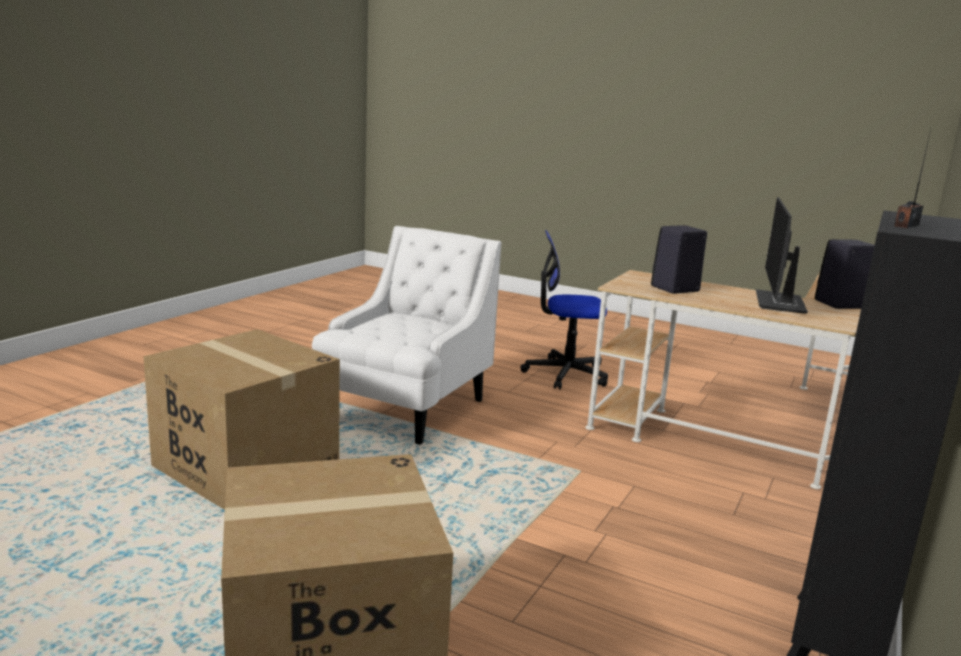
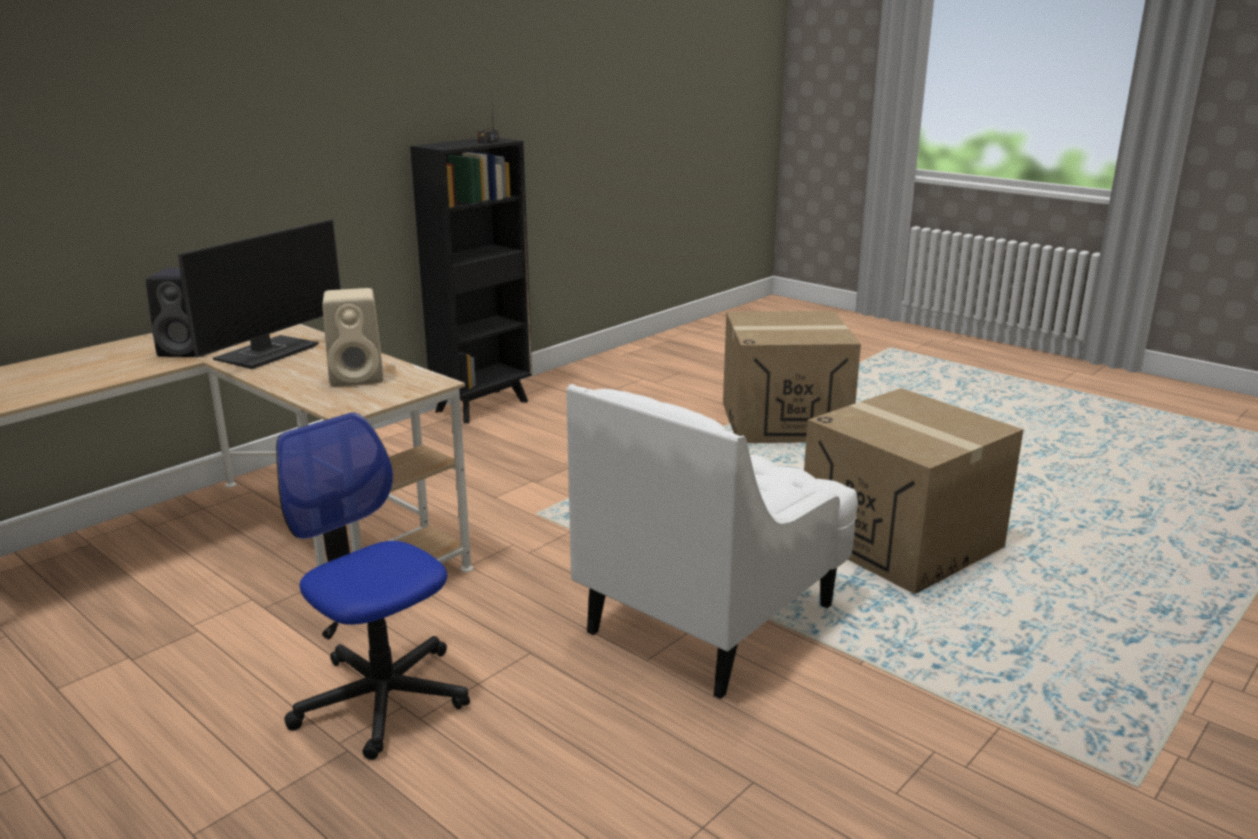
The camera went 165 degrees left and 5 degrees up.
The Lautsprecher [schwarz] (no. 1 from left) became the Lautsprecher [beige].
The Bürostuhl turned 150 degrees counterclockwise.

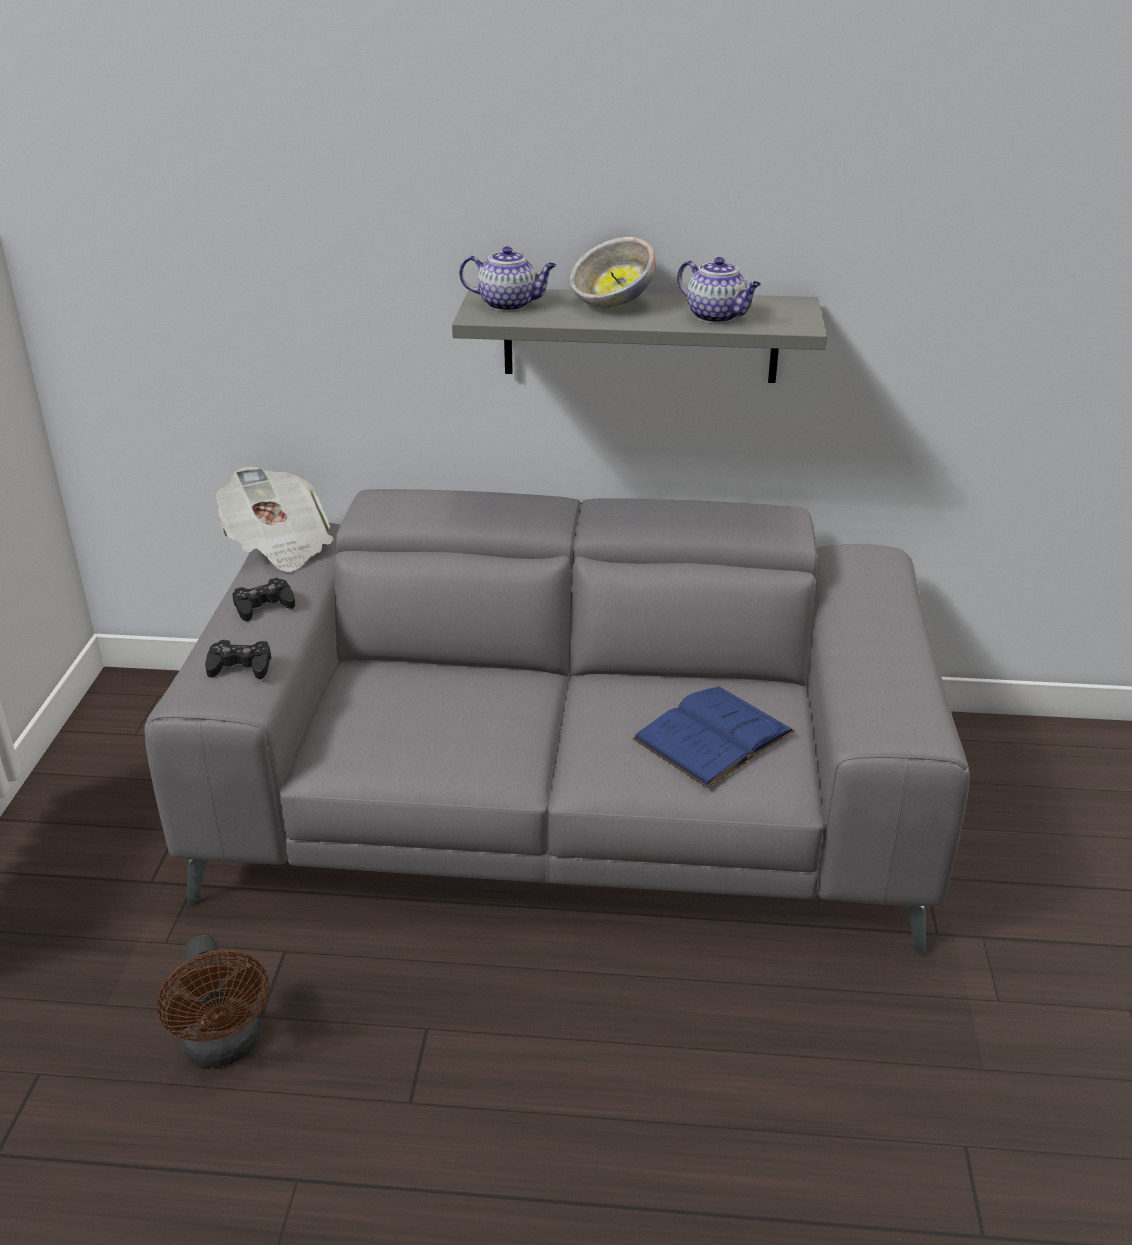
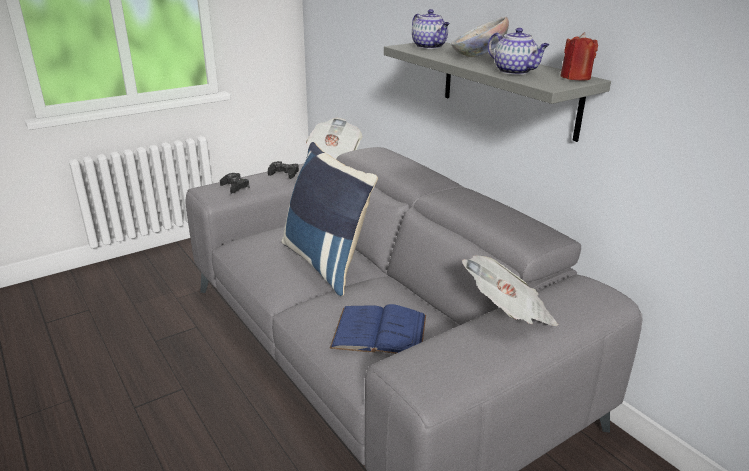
The camera went 50 degrees right and 5 degrees down.
The Ventilator [braun] disappeared.
The Kissen [blau] appeared.
The Zeitung (no. 2 from left) appeared.
The Kerze [rot] appeared.
The Teekanne (no. 2 from left) turned 45 degrees counterclockwise.

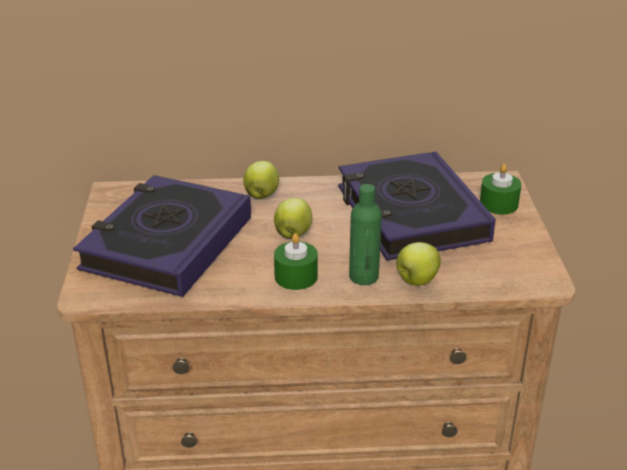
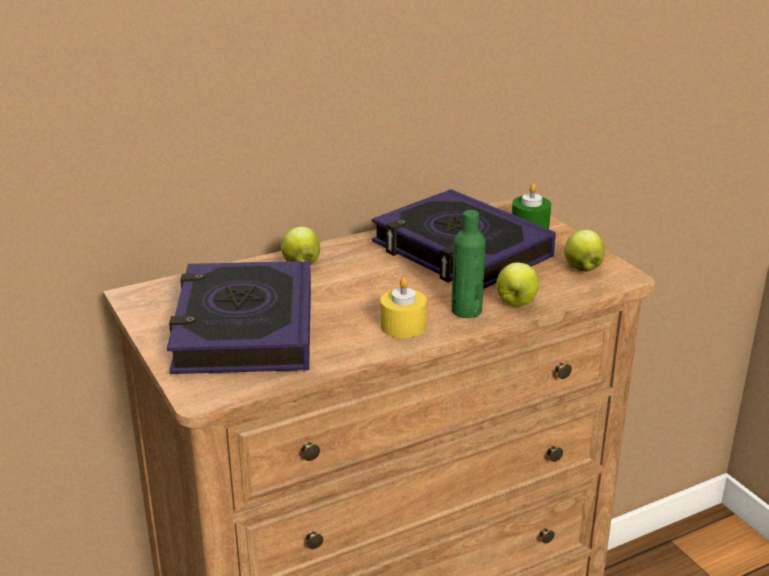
The camera went 25 degrees left and 5 degrees down.
The Apfel (no. 2 from left in the first image) moved.
The Kerze [grün] (no. 1 from left) became the Kerze [gelb].

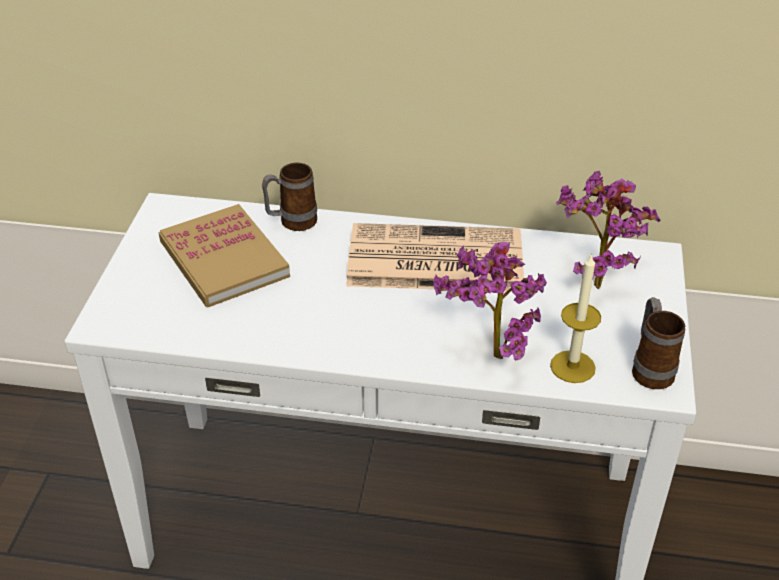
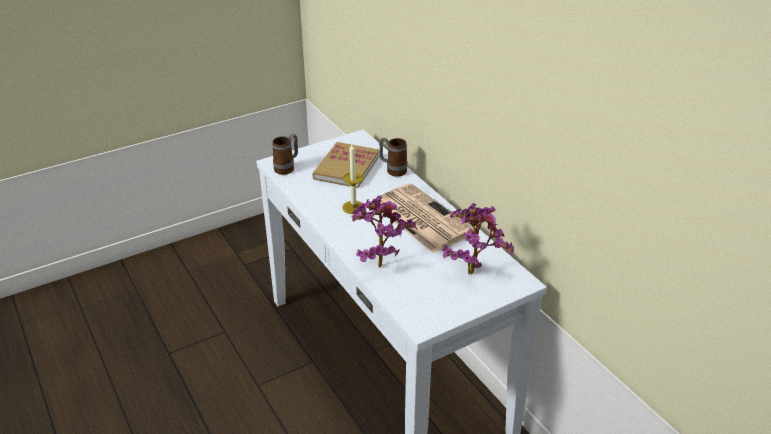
The camera went 50 degrees right and 5 degrees down.
The Kerze moved.
The Henkelbecher (no. 2 from left in the first image) moved.

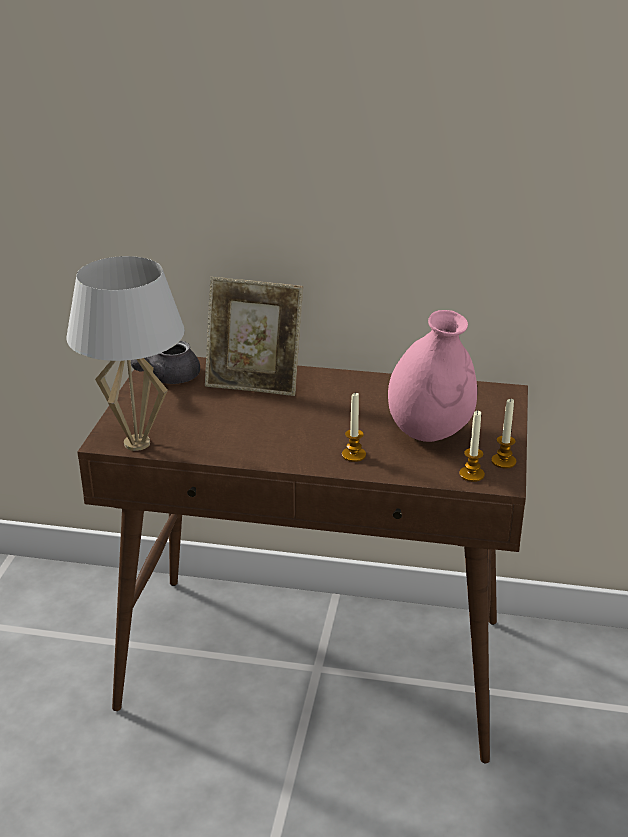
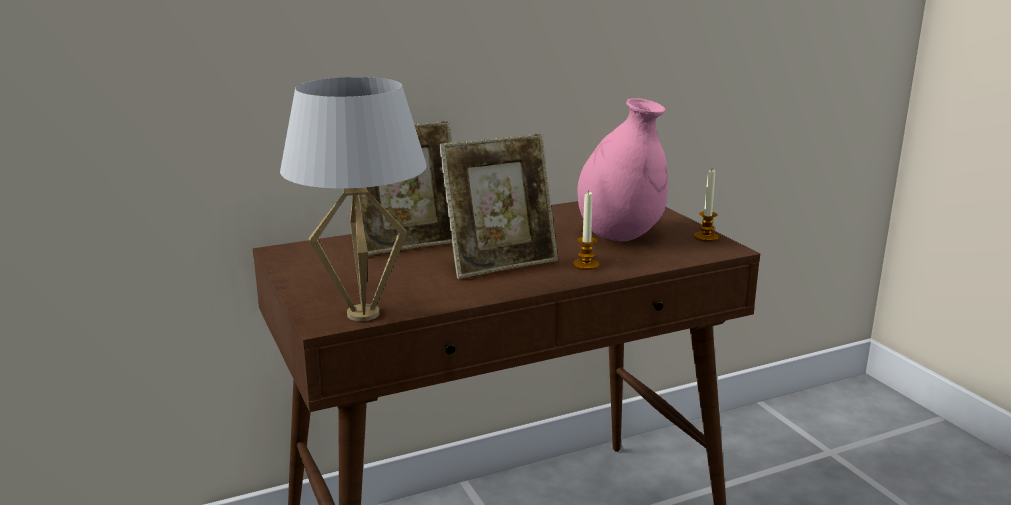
The camera went 35 degrees left and 10 degrees down.
The Teekanne [grau] disappeared.
The Kerze (no. 2 from left) disappeared.
The Bilderrahmen (no. 2 from left) appeared.

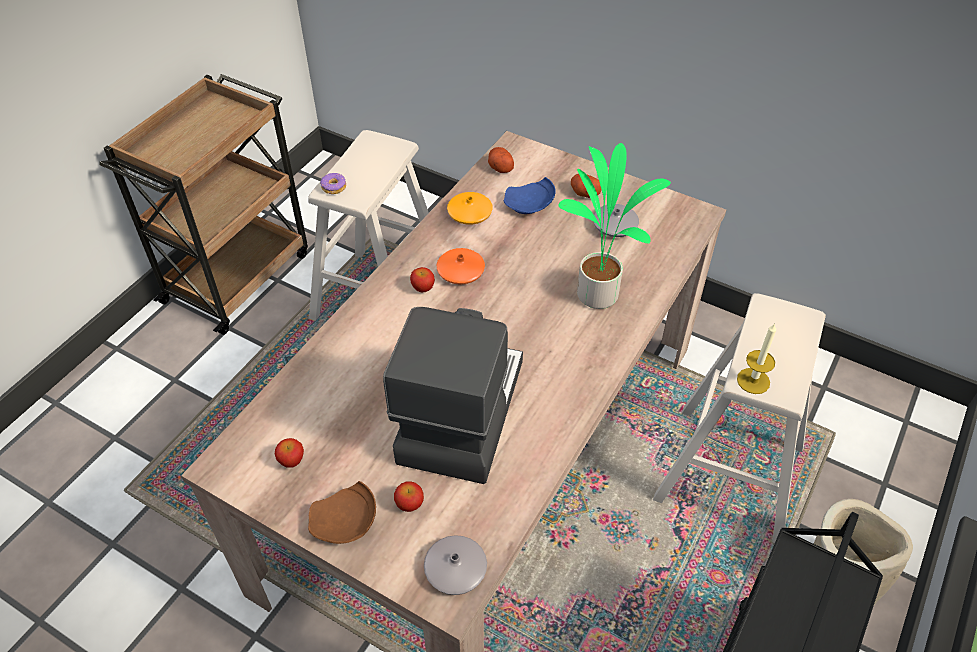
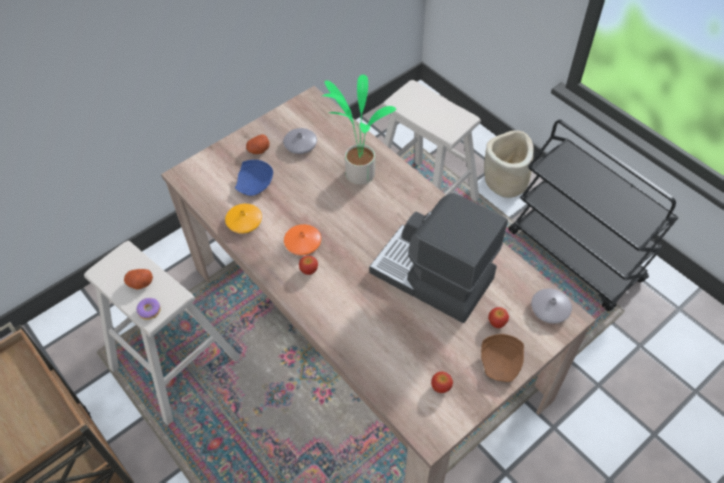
The camera went 70 degrees left and 5 degrees up.
The Kerze disappeared.
The Kartoffel (no. 1 from left) moved.

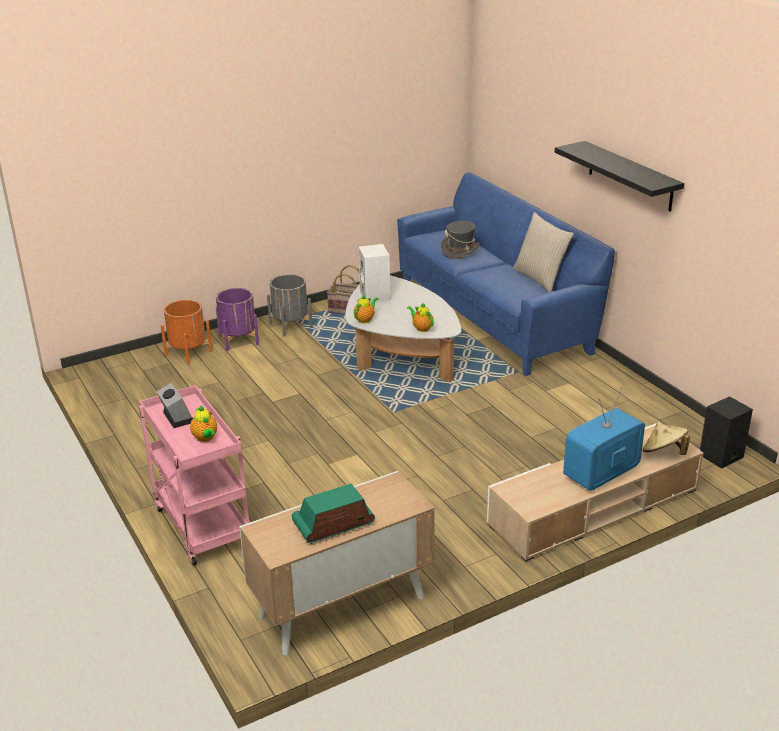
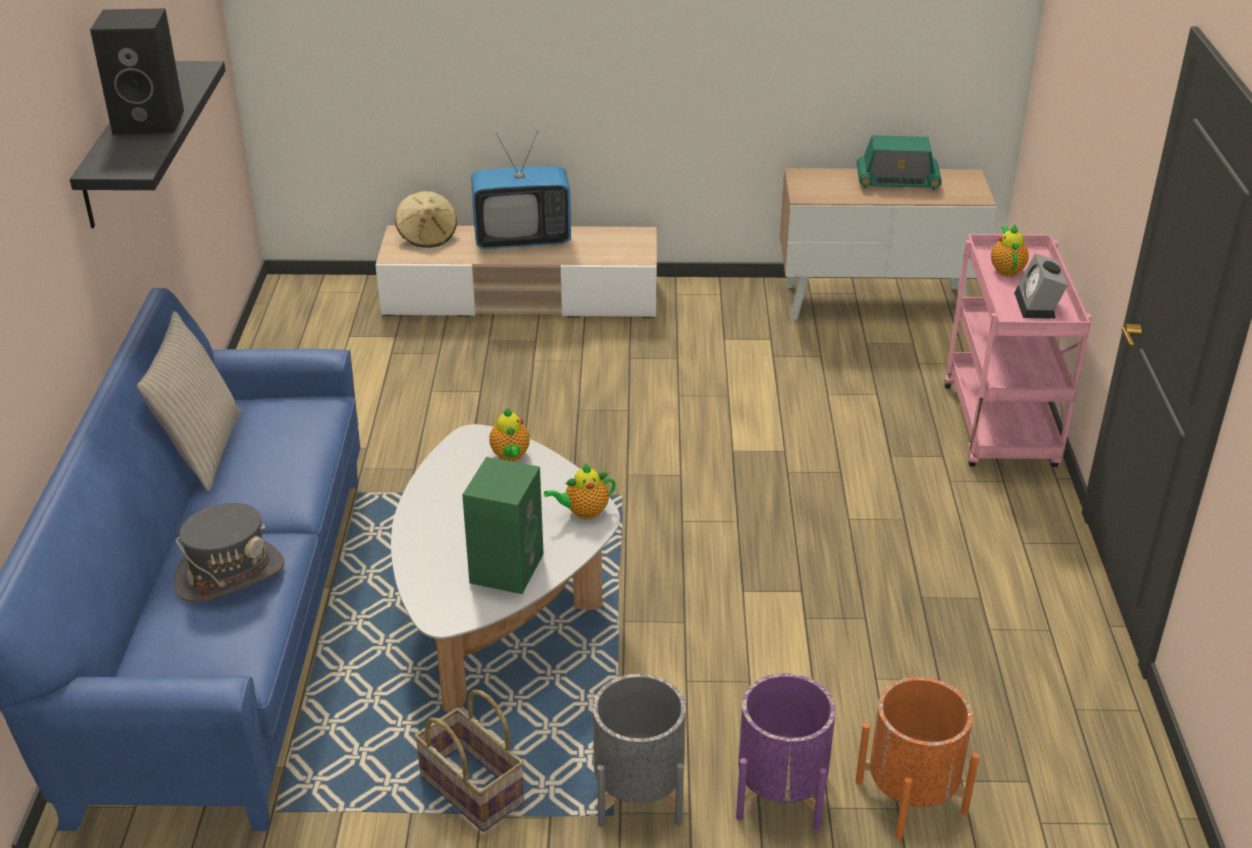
The camera went 150 degrees left and 5 degrees up.
The Lautsprecher [schwarz] moved.
The Lautsprecher [weiß] became the Lautsprecher [grün].

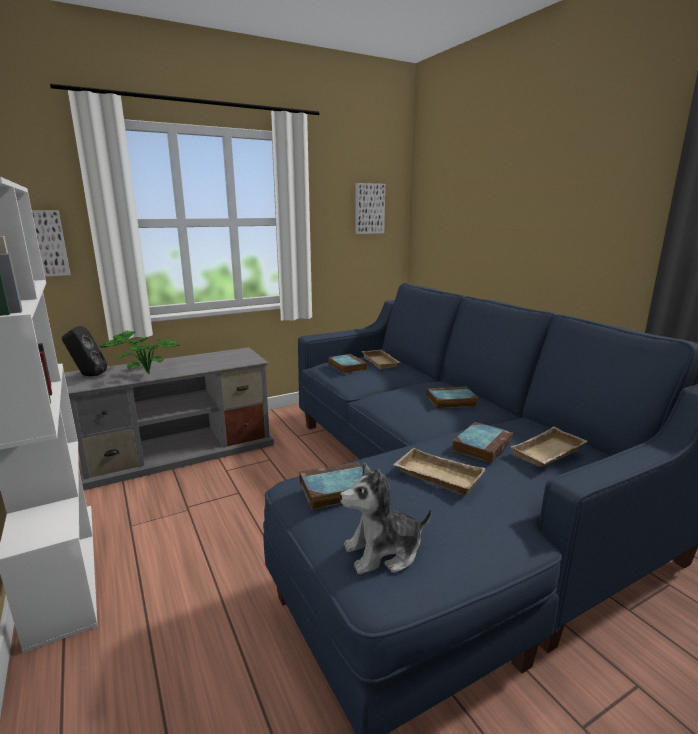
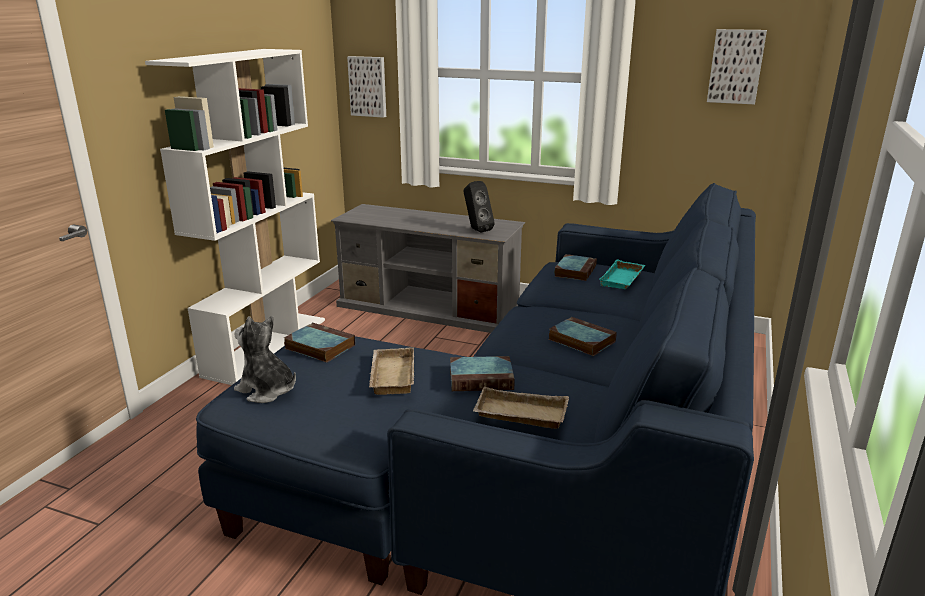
The camera went 50 degrees right and 5 degrees up.
The Topfpflanze disappeared.
The Lautsprecher [schwarz] moved.
The Tablett [beige] (no. 1 from left) became the Tablett [türkis].

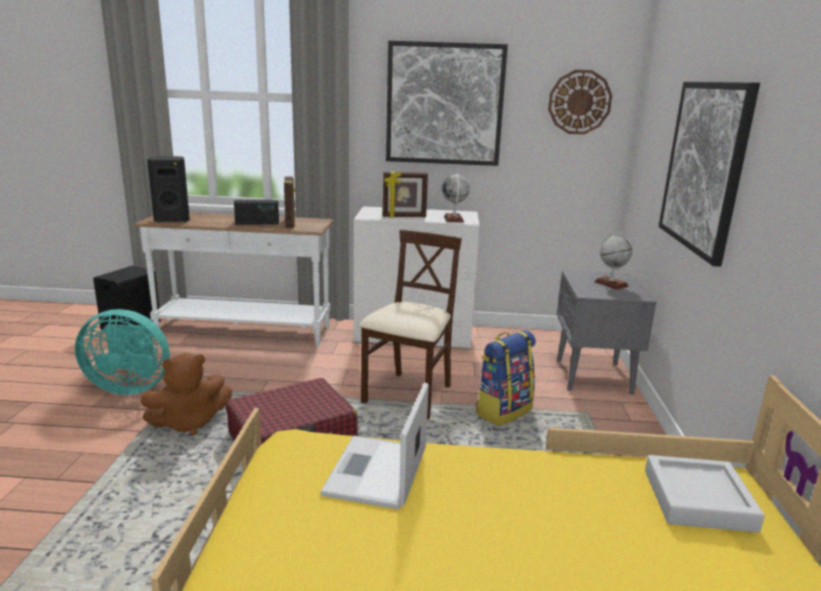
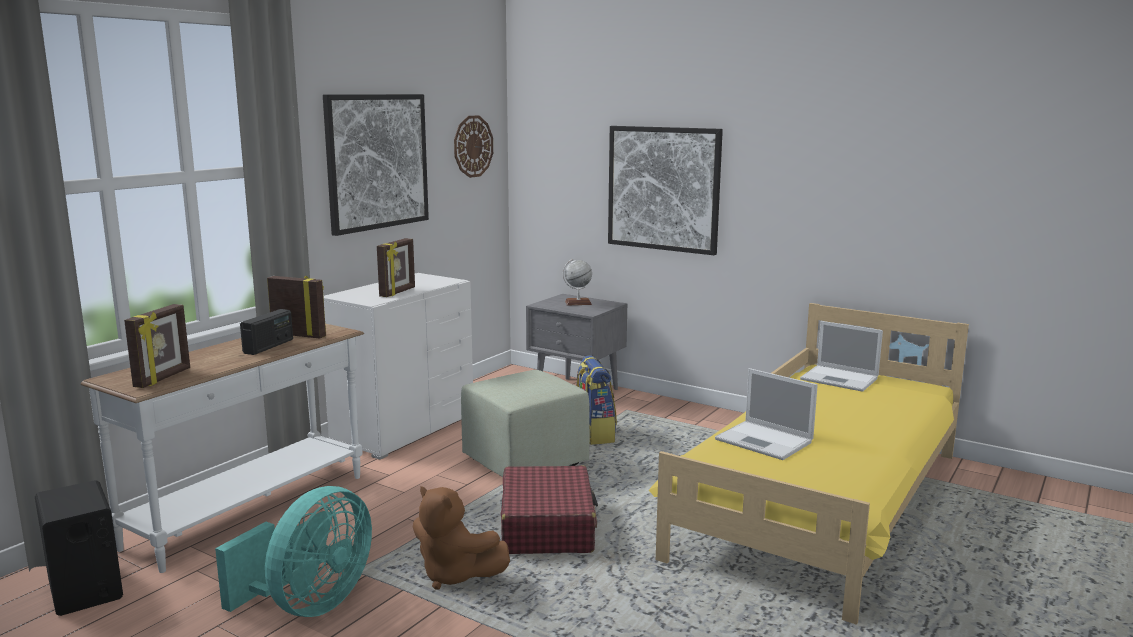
The camera went 60 degrees left and 5 degrees down.
The Globus (no. 1 from left) disappeared.
The Lautsprecher [schwarz] (no. 2 from left) was replaced by the Bilderrahmen (no. 1 from left).
The Stuhl [beige] was replaced by the Polsterhocker [grün].
The Tablett [grau] was replaced by the Laptop (no. 2 from left).
The Plüschtier [braun] turned 120 degrees clockwise.

